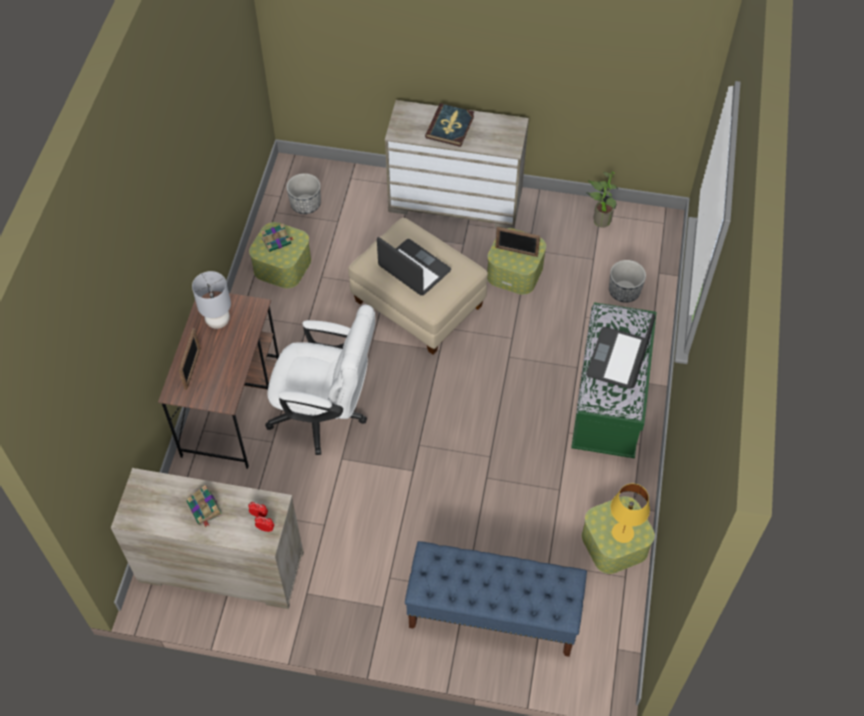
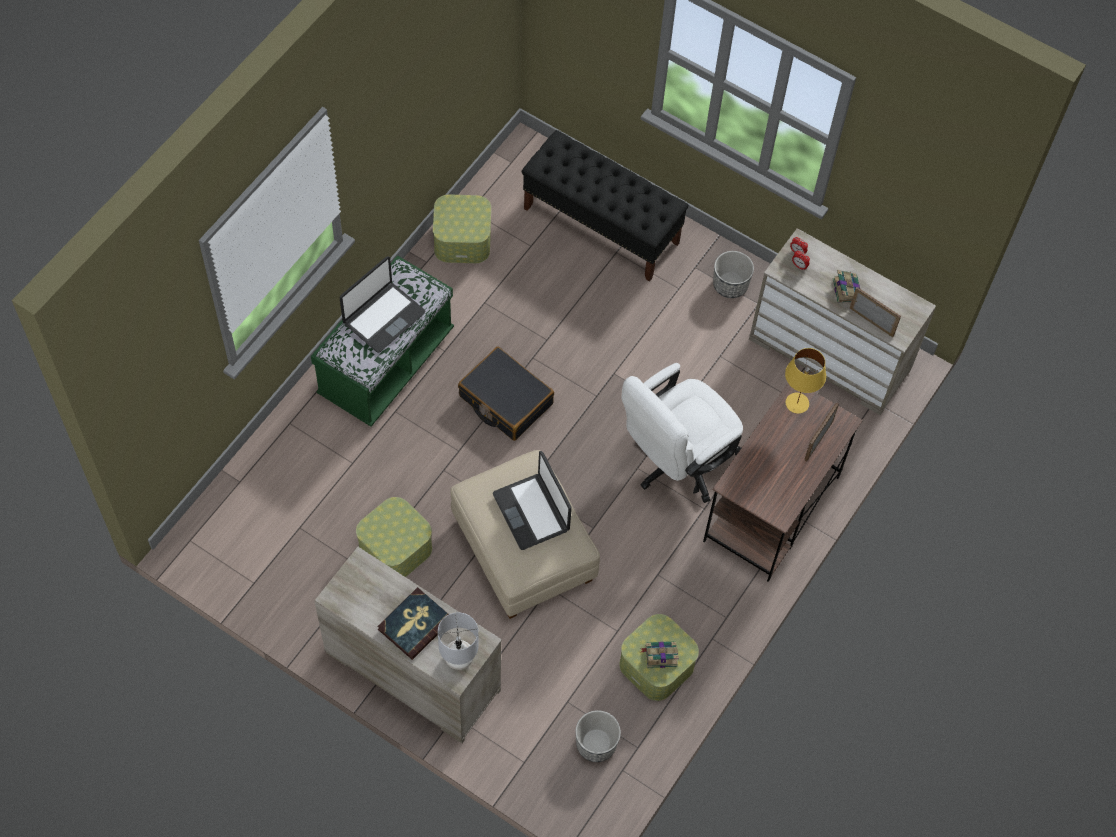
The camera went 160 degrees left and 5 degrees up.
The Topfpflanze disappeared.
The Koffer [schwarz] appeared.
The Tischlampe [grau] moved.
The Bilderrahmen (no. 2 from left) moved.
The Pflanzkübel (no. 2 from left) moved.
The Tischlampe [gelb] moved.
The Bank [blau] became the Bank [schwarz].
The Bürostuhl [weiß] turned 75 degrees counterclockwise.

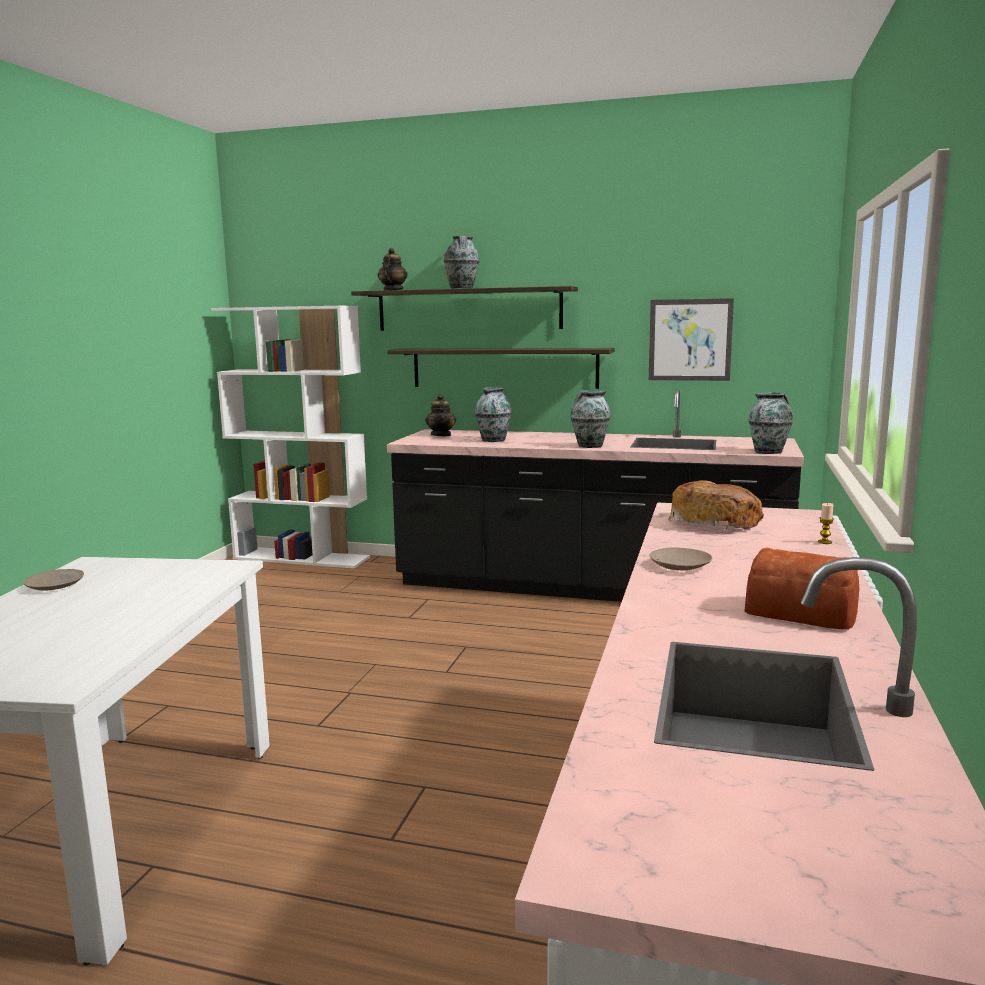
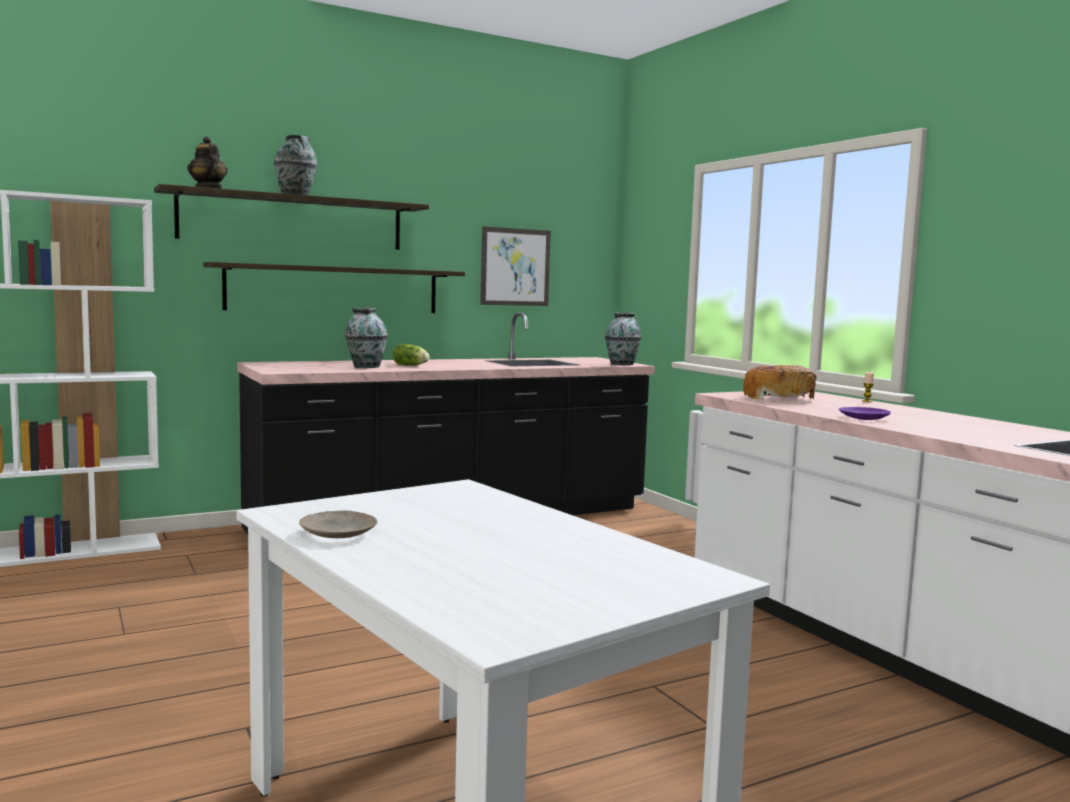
The camera went 45 degrees left and 5 degrees down.
The Teekanne (no. 2 from left) disappeared.
The Vase (no. 3 from left) disappeared.
The Brot (no. 2 from left) disappeared.
The Salatkopf appeared.
The Teller [beige] (no. 2 from left) became the Teller [lila].

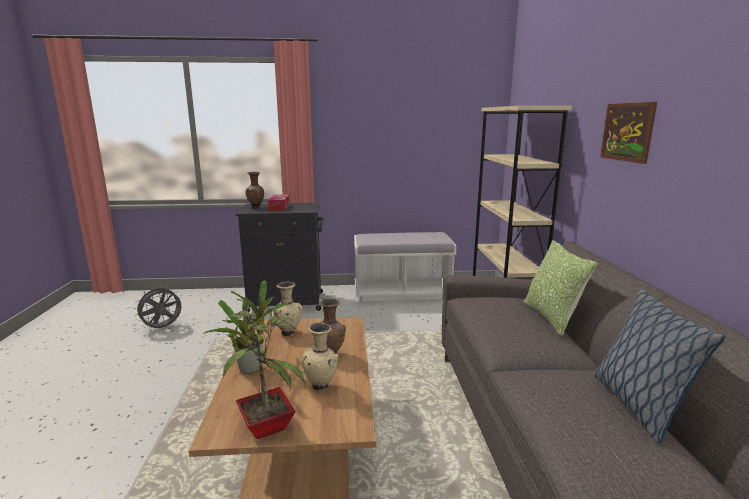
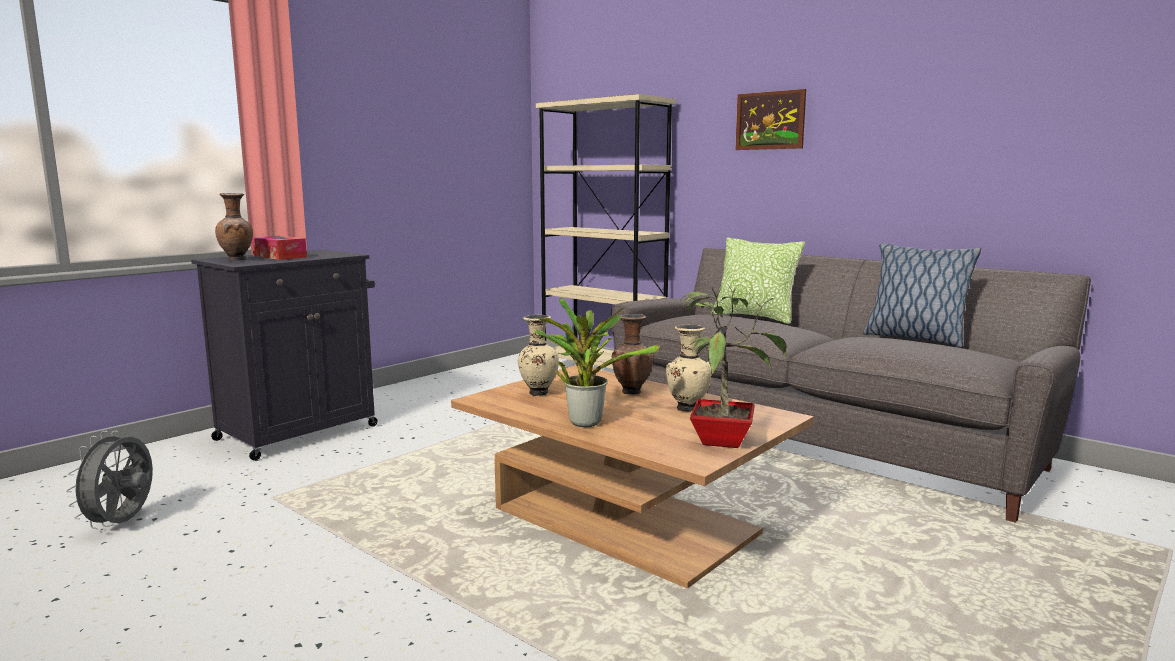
The camera went 45 degrees left and 5 degrees down.
The Bank [weiß] disappeared.

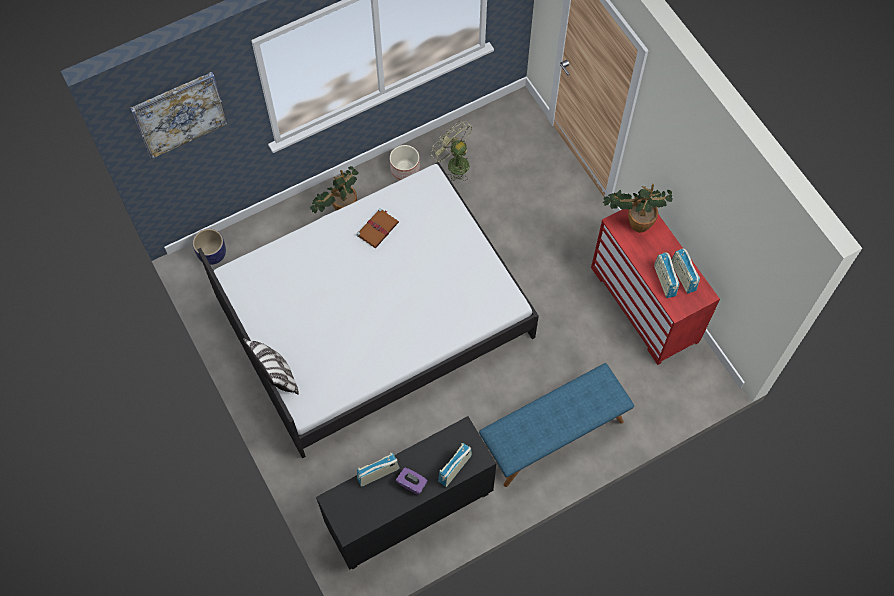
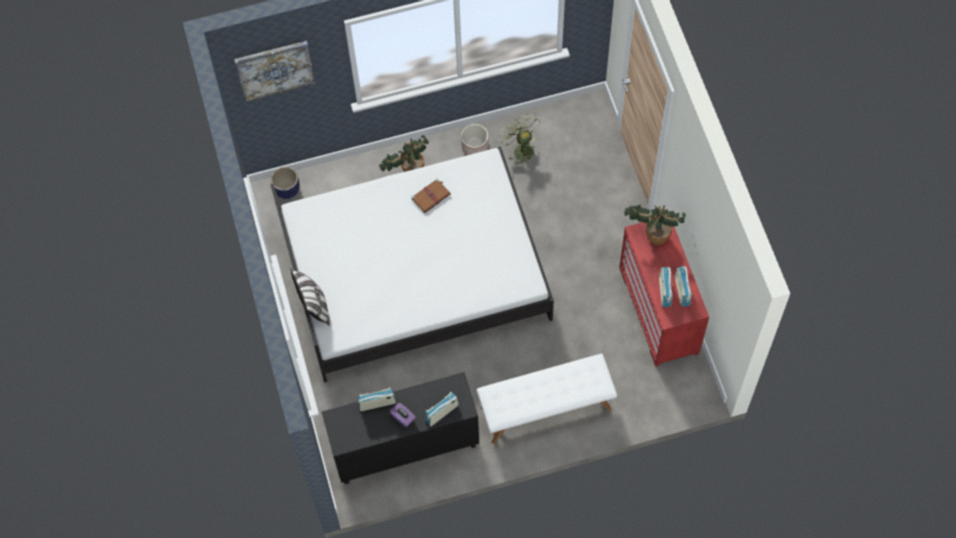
The camera went 15 degrees right and 0 degrees up.
The Bank [blau] became the Bank [weiß].

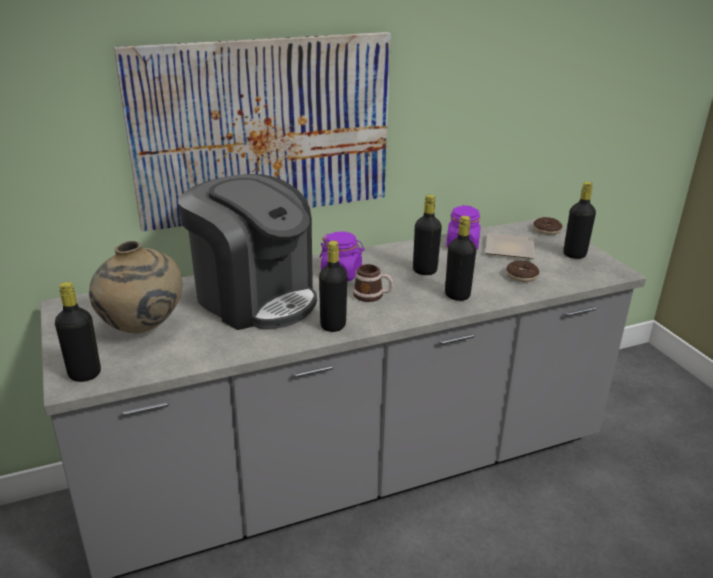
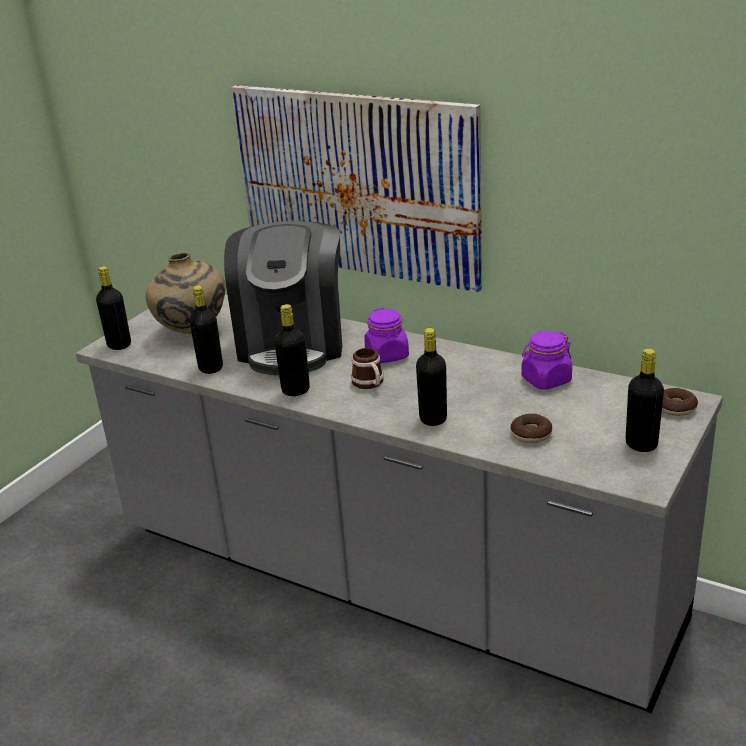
The camera went 55 degrees right and 0 degrees up.
The Teller disappeared.
The Flasche [schwarz] (no. 3 from left in the first image) moved.

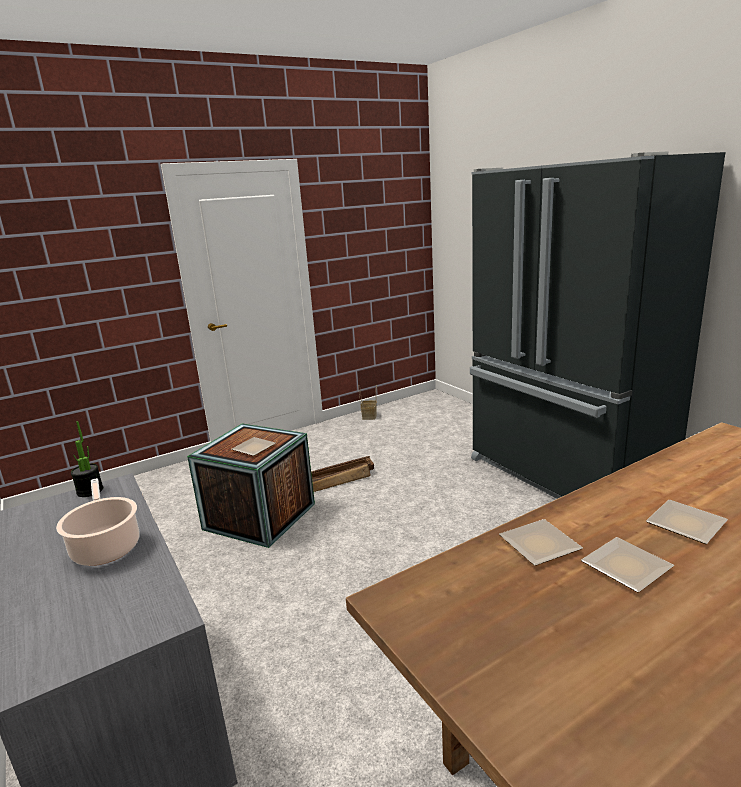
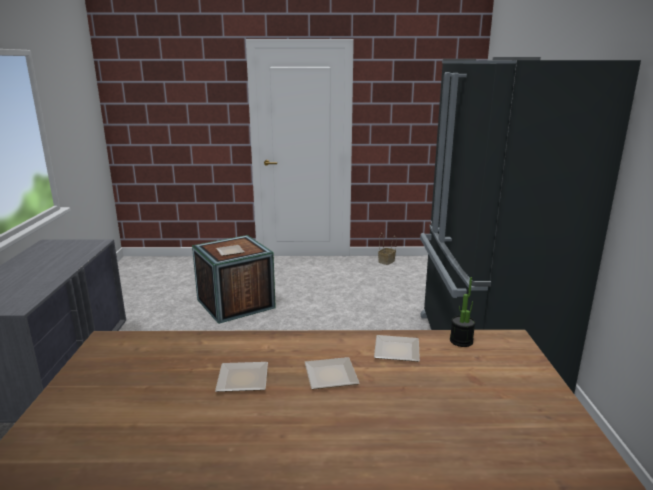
The camera went 30 degrees right and 0 degrees up.
The Kochtopf disappeared.
The Kiste (no. 2 from left) disappeared.
The Topfpflanze moved.
The Teller (no. 2 from left in the first image) moved.

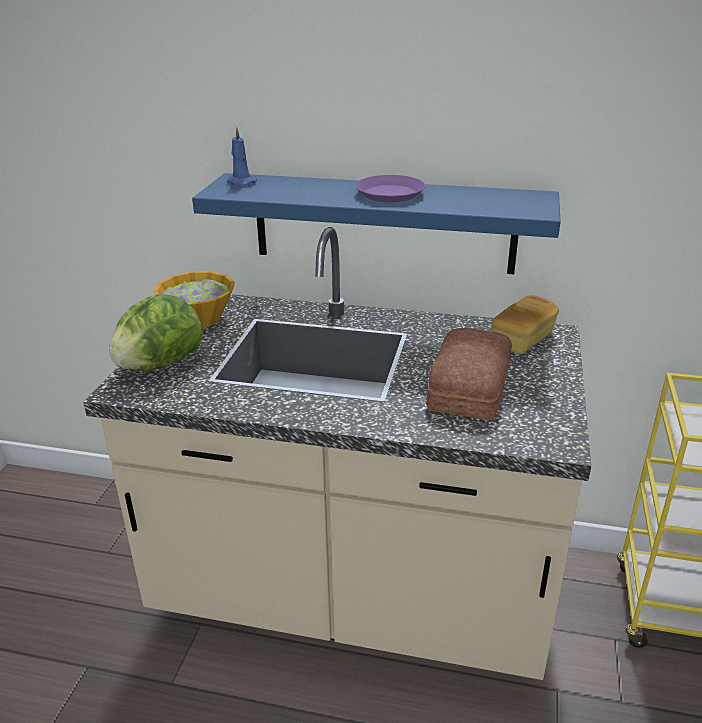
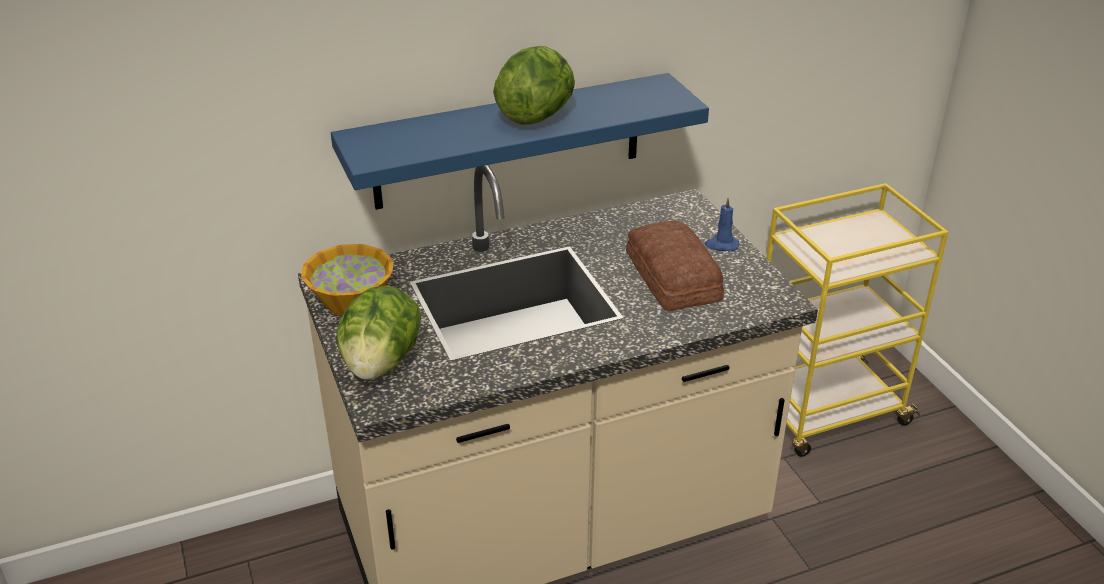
The camera went 35 degrees left and 5 degrees up.
The Brot (no. 2 from left) disappeared.
The Kerze [blau] moved.
The Teller [lila] was replaced by the Salatkopf (no. 2 from left).

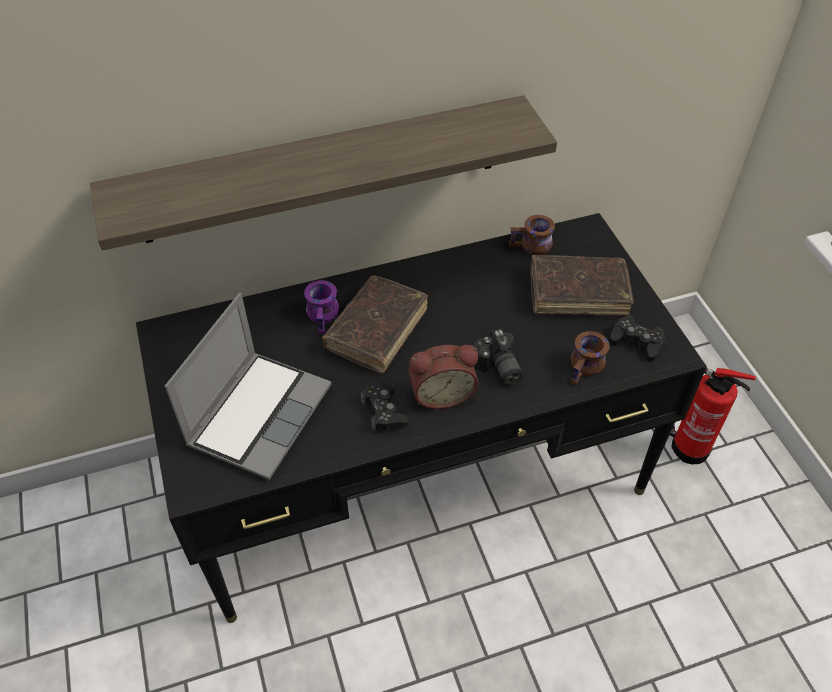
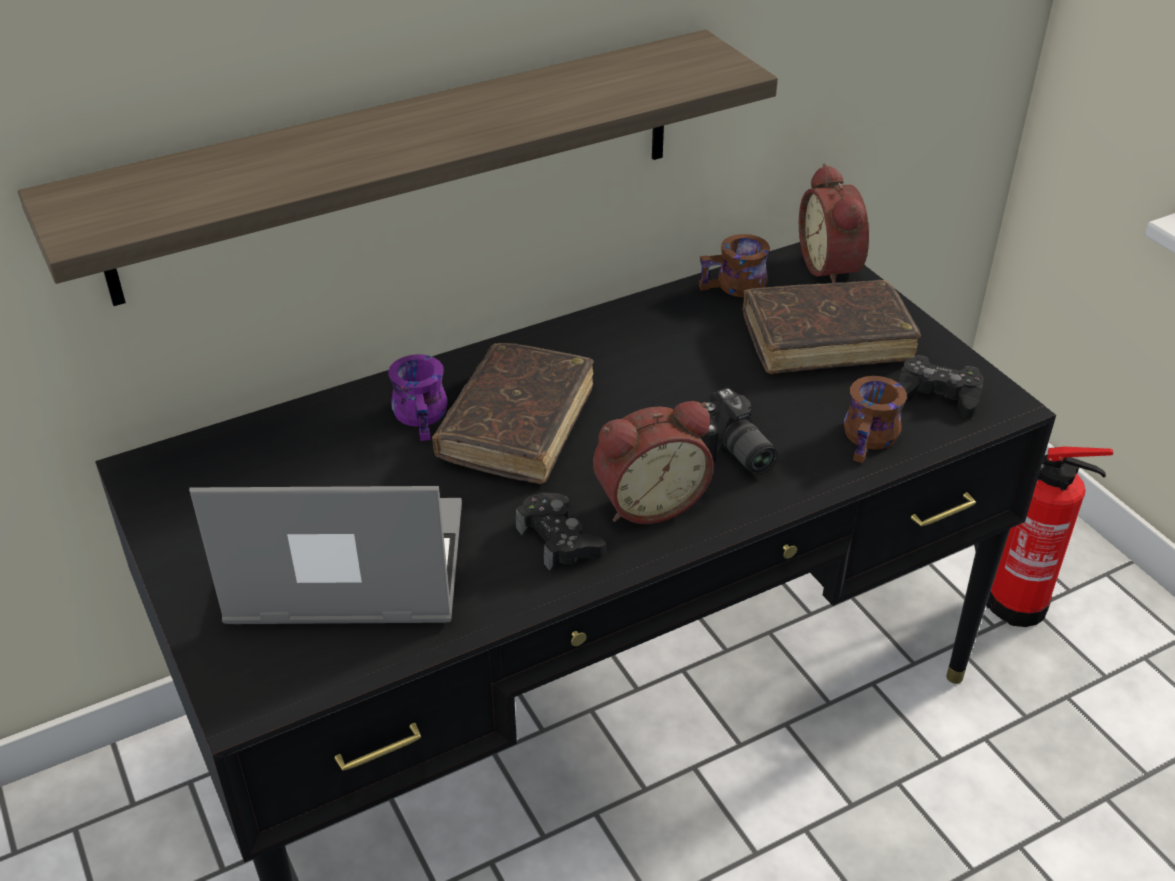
The camera went 10 degrees left and 10 degrees down.
The Wecker (no. 2 from left) appeared.
The Laptop turned 105 degrees counterclockwise.

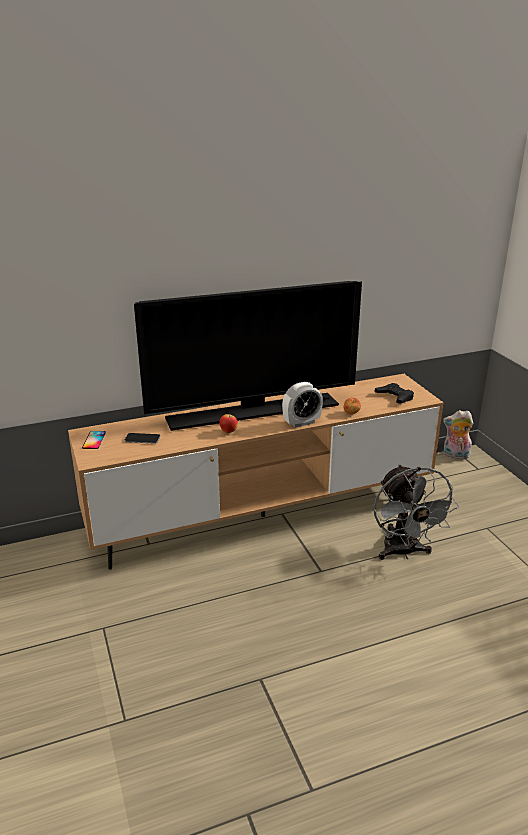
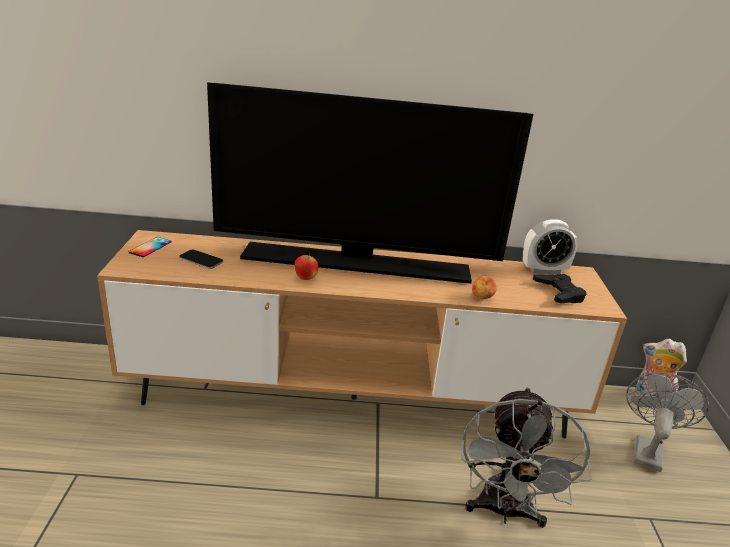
The camera went 20 degrees right and 0 degrees up.
The Ventilator [grau] (no. 2 from left) appeared.
The Wecker moved.

